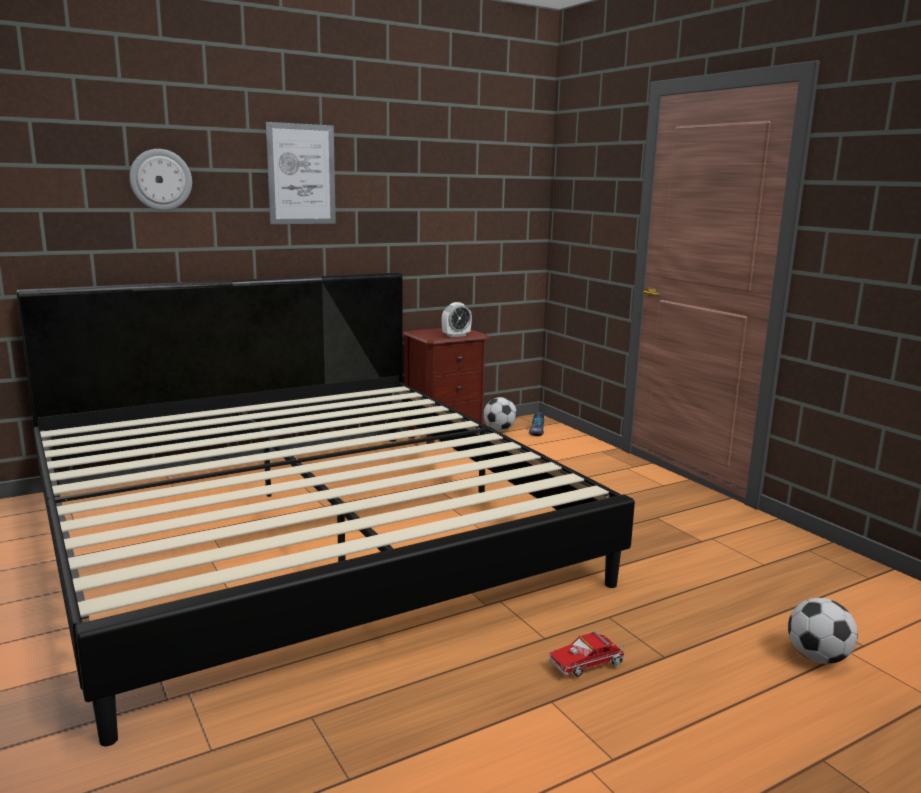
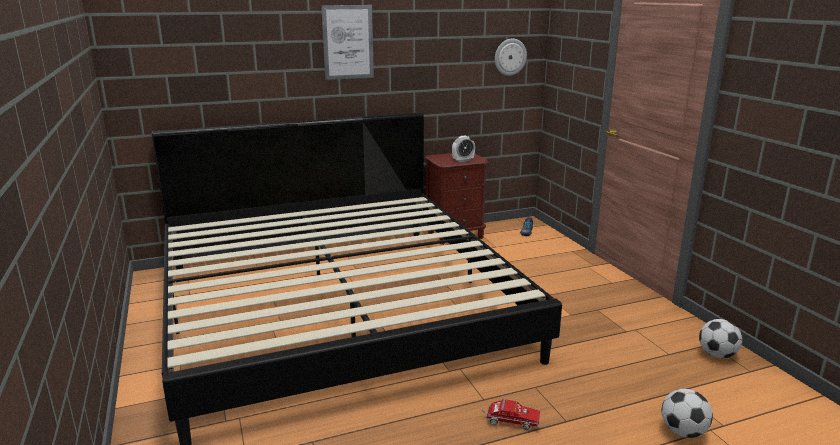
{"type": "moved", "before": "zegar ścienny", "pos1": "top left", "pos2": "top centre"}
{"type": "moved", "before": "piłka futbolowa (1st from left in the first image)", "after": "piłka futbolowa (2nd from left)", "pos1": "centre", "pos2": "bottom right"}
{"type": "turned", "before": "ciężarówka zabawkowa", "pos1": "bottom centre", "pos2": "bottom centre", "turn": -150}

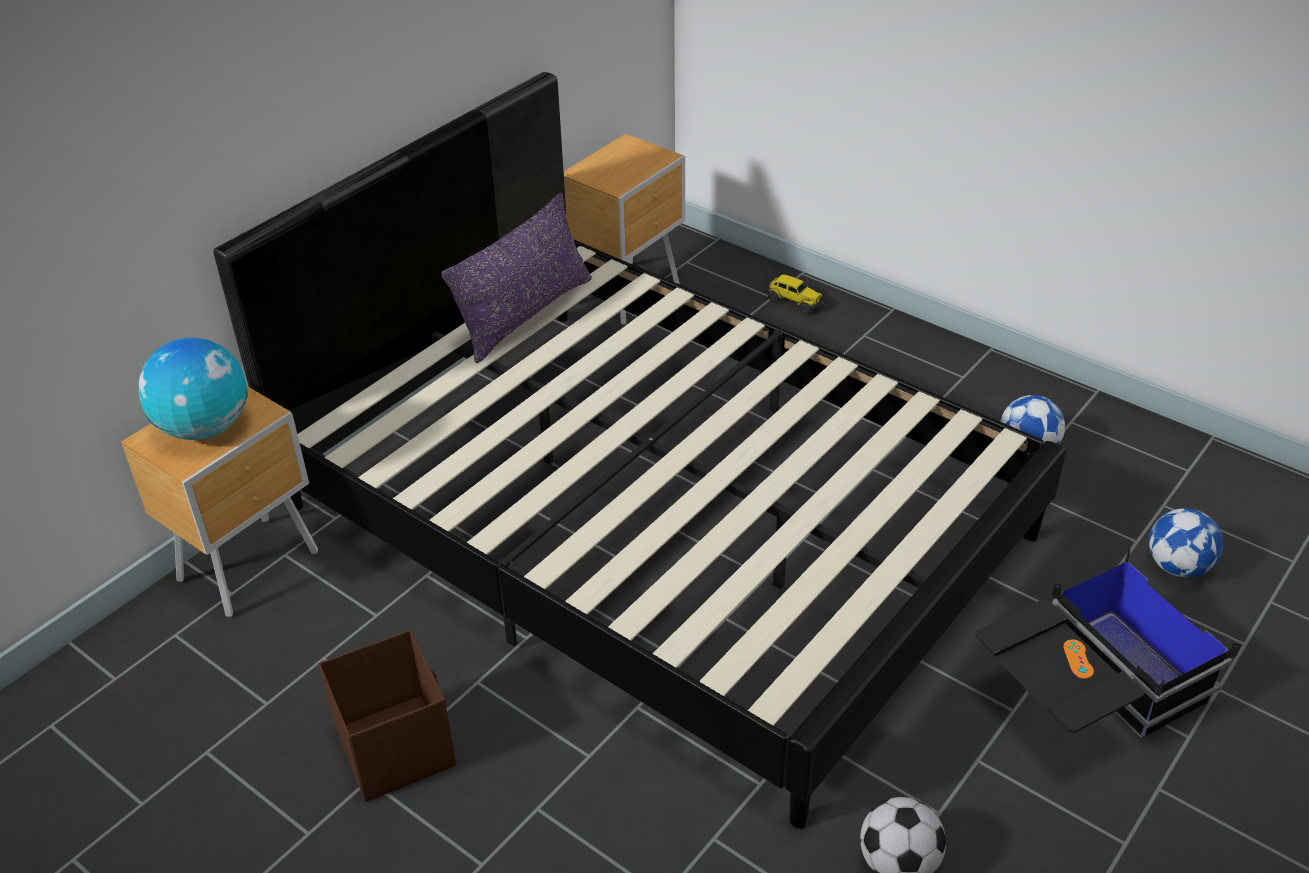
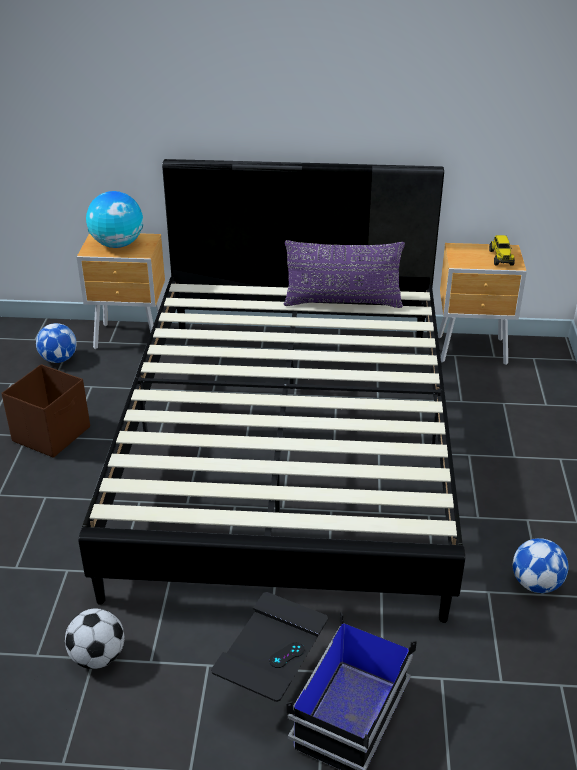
{"type": "moved", "before": "ciężarówka zabawkowa", "pos1": "centre", "pos2": "top right"}
{"type": "moved", "before": "piłka futbolowa (3rd from left in the first image)", "after": "piłka futbolowa (1st from left)", "pos1": "middle right", "pos2": "middle left"}
{"type": "recoloured", "before": "pad do gier (pomarańczowy)", "after": "pad do gier (czarny)", "pos1": "bottom right", "pos2": "bottom centre"}

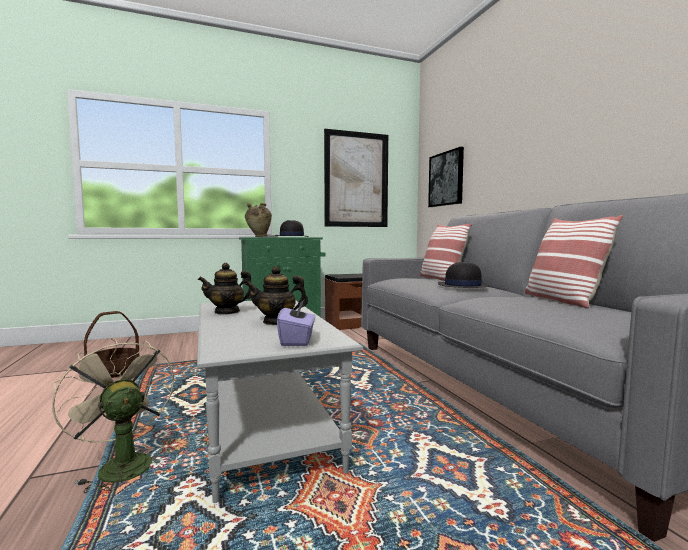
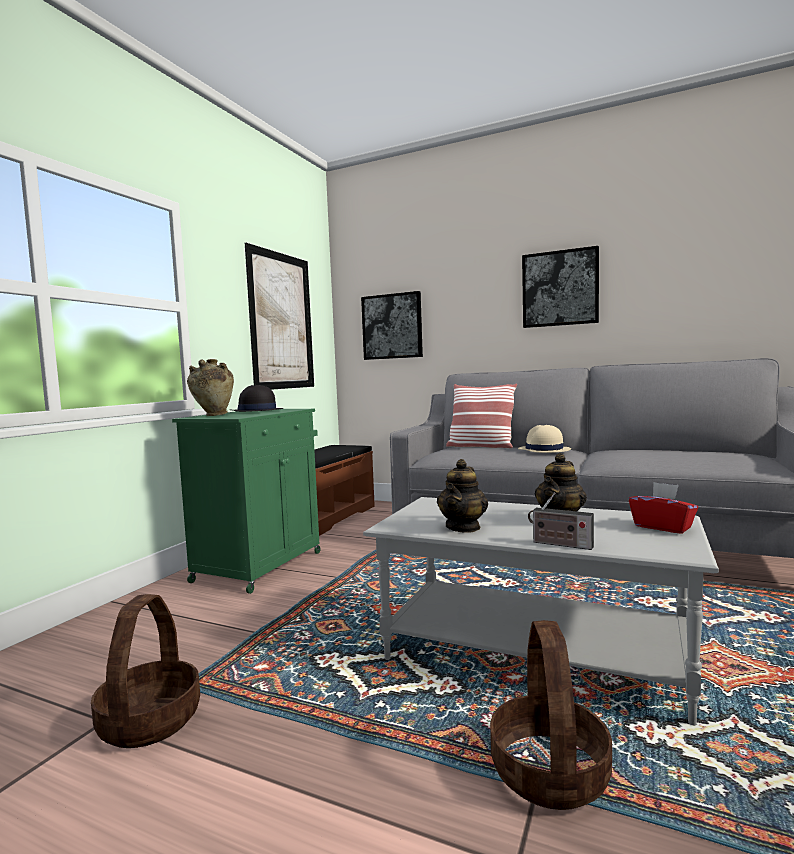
{"type": "removed", "before": "poduszka (2nd from left)", "pos1": "middle right"}
{"type": "added", "after": "obraz (3rd from left)", "pos2": "middle right"}
{"type": "added", "after": "radio", "pos2": "middle right"}
{"type": "replaced", "before": "wentylator (beżowy)", "after": "koszyk (2nd from left)", "pos1": "bottom left", "pos2": "bottom right"}
{"type": "recoloured", "before": "pudełko chusteczek (fioletowy)", "after": "pudełko chusteczek (czerwony)", "pos1": "centre", "pos2": "middle right"}
{"type": "recoloured", "before": "kapelusz (czarny) (2nd from left)", "after": "kapelusz (beżowy)", "pos1": "middle right", "pos2": "middle right"}

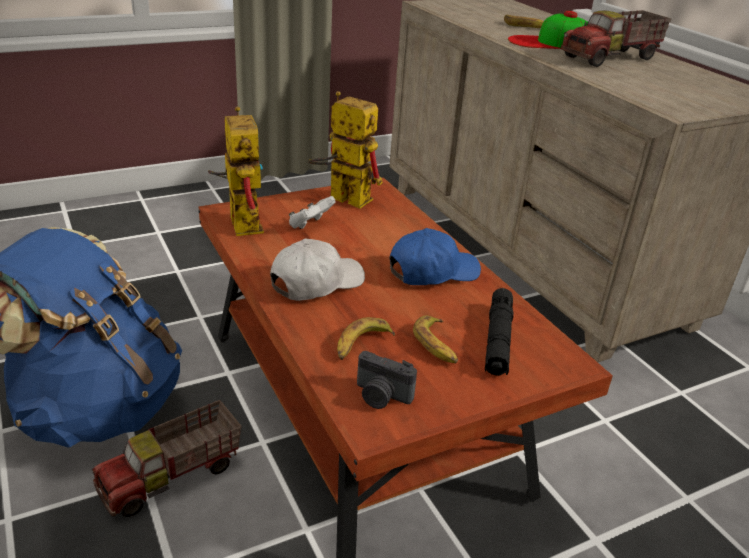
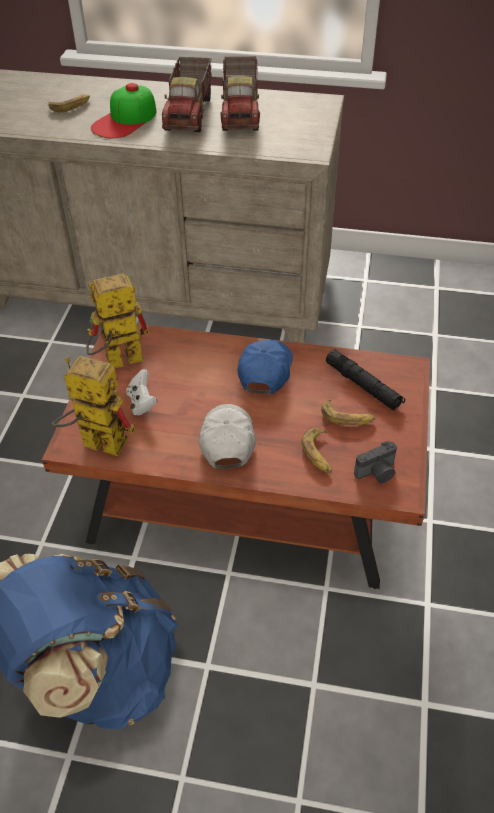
{"type": "moved", "before": "ciężarówka zabawkowa (1st from left in the first image)", "after": "ciężarówka zabawkowa (2nd from left)", "pos1": "bottom left", "pos2": "top centre"}

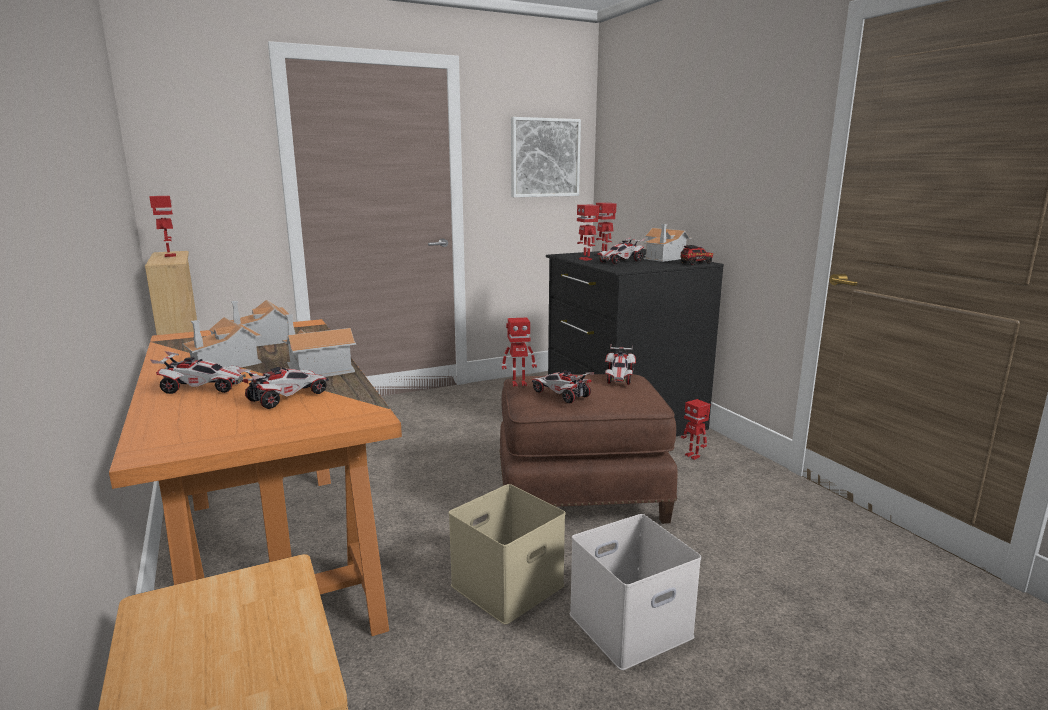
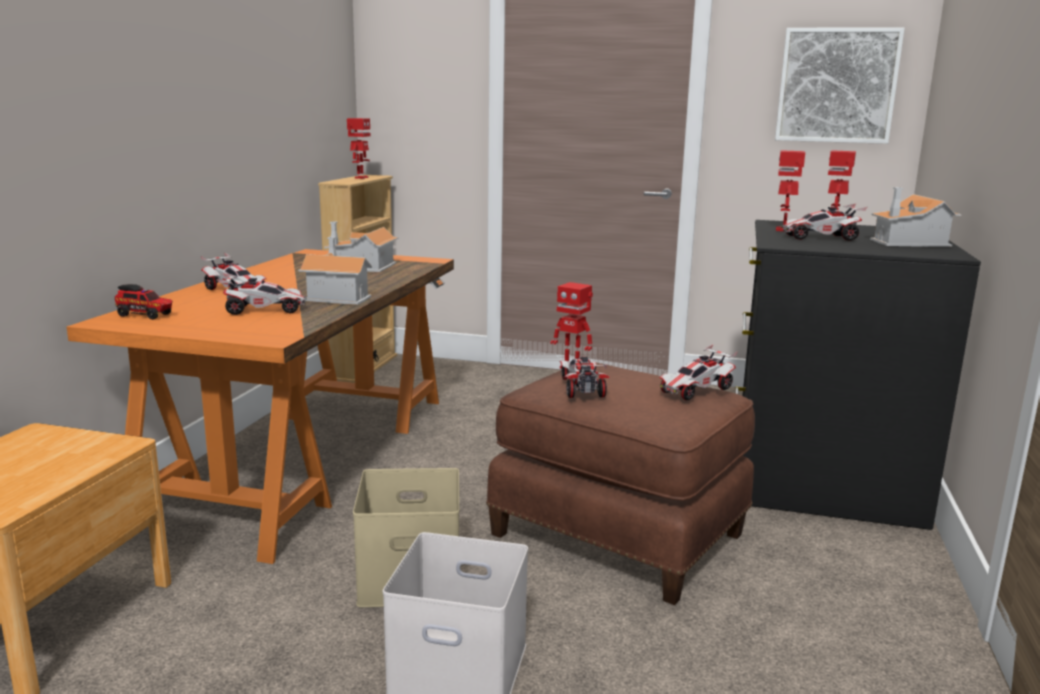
{"type": "removed", "before": "domek (1st from left)", "pos1": "middle left"}
{"type": "removed", "before": "robot zabawkowy (5th from left)", "pos1": "centre"}
{"type": "moved", "before": "ciężarówka zabawkowa", "pos1": "centre", "pos2": "middle left"}

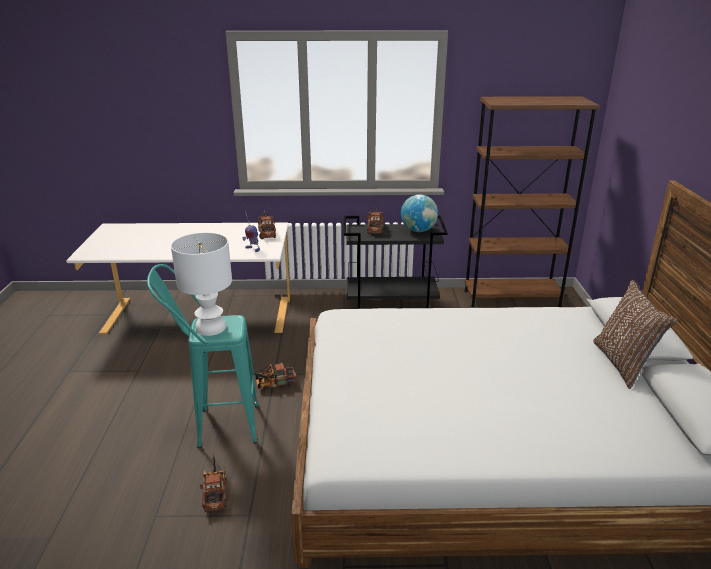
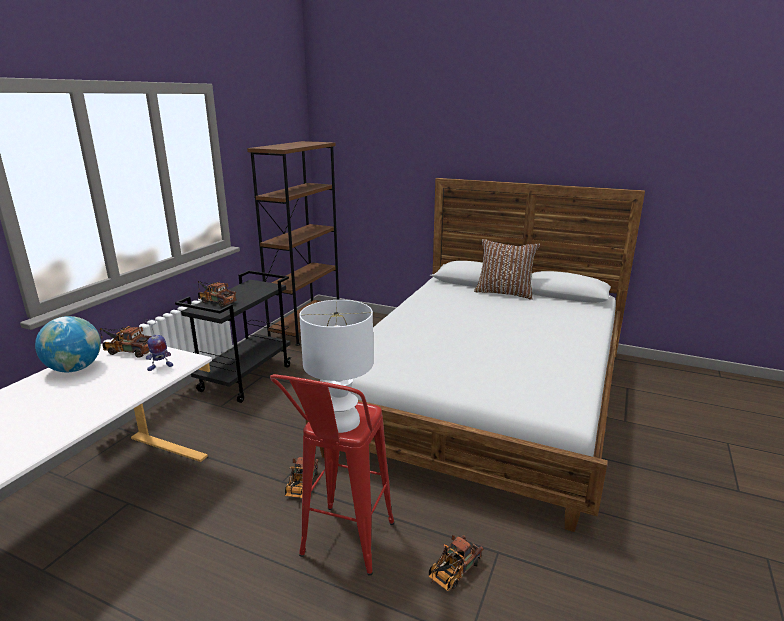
{"type": "moved", "before": "globus", "pos1": "centre", "pos2": "middle left"}
{"type": "recoloured", "before": "stołek (turkusowy)", "after": "stołek (czerwony)", "pos1": "middle left", "pos2": "bottom centre"}
{"type": "turned", "before": "ciężarówka zabawkowa (1st from left in the first image)", "pos1": "bottom left", "pos2": "bottom centre", "turn": -60}

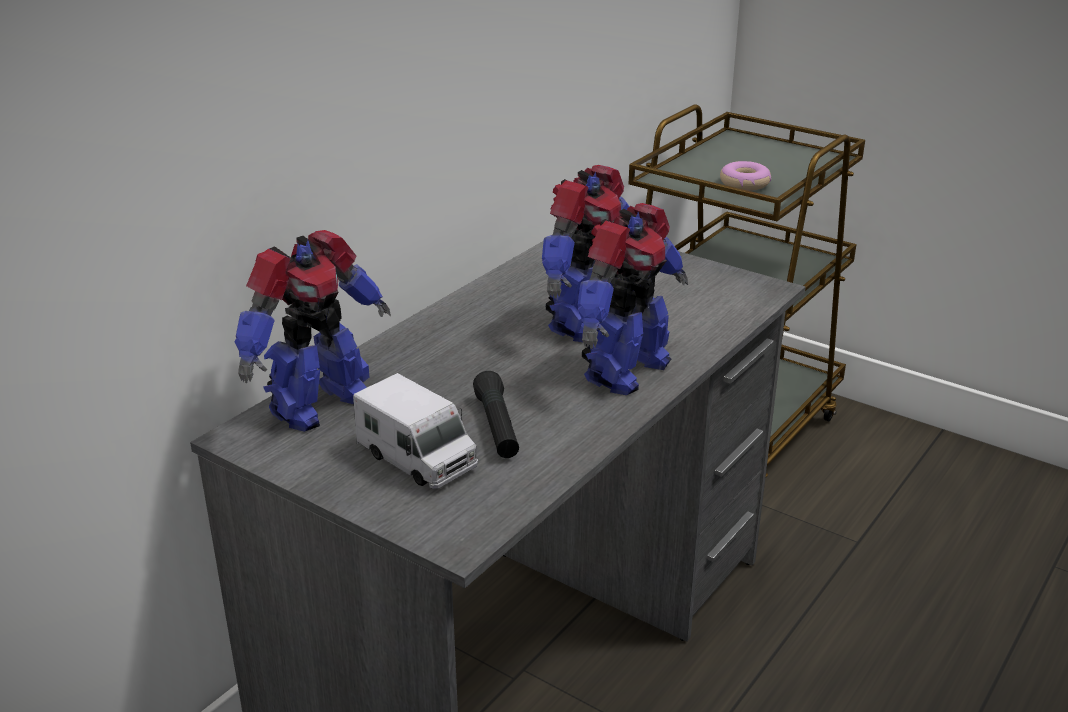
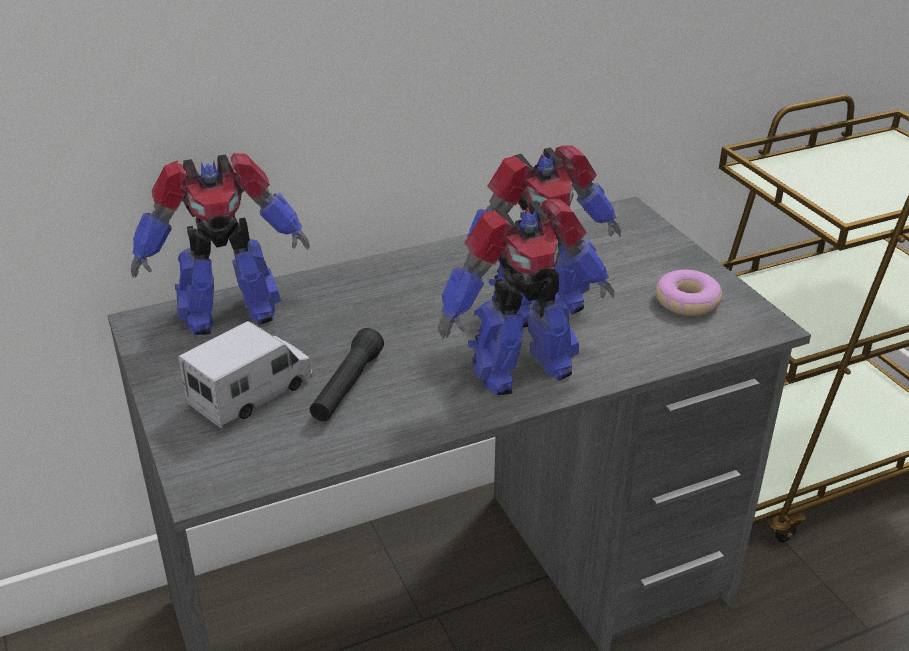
{"type": "moved", "before": "donut", "pos1": "top right", "pos2": "middle right"}
{"type": "turned", "before": "ciężarówka zabawkowa", "pos1": "centre", "pos2": "middle left", "turn": -120}

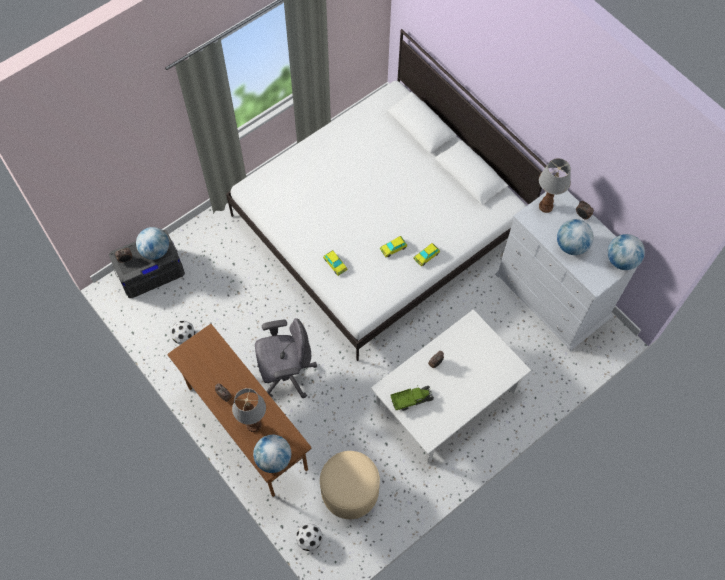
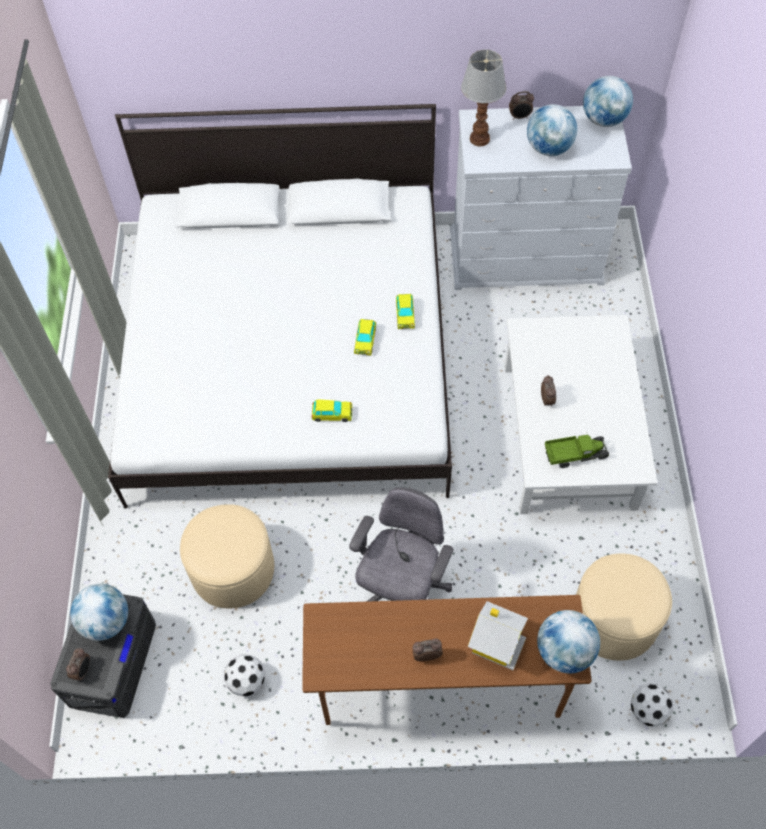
{"type": "added", "after": "pufa (beżowy) (1st from left)", "pos2": "bottom left"}
{"type": "replaced", "before": "lampa stołowa (1st from left)", "after": "domek", "pos1": "bottom centre", "pos2": "bottom centre"}
{"type": "turned", "before": "ciężarówka zabawkowa", "pos1": "bottom centre", "pos2": "middle right", "turn": 60}

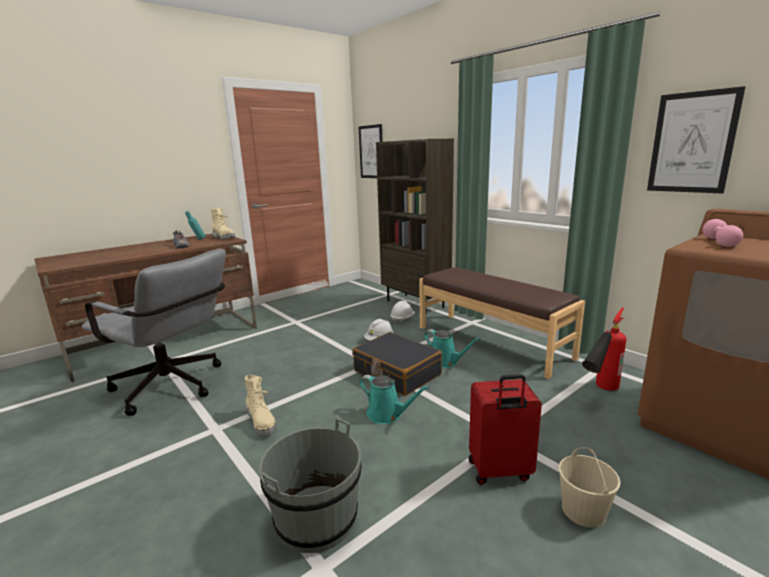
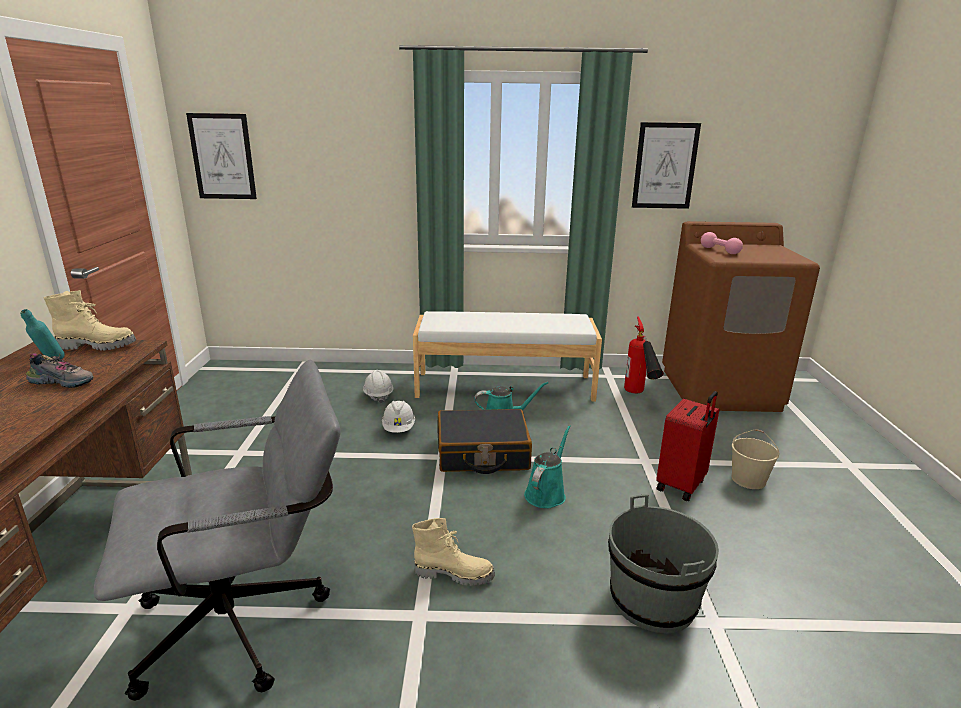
{"type": "removed", "before": "regał (brązowy)", "pos1": "centre"}
{"type": "recoloured", "before": "ławka (brązowy)", "after": "ławka (biały)", "pos1": "centre", "pos2": "centre"}
{"type": "turned", "before": "konewka (turkusowy) (1st from left in the first image)", "pos1": "bottom centre", "pos2": "centre", "turn": -45}

